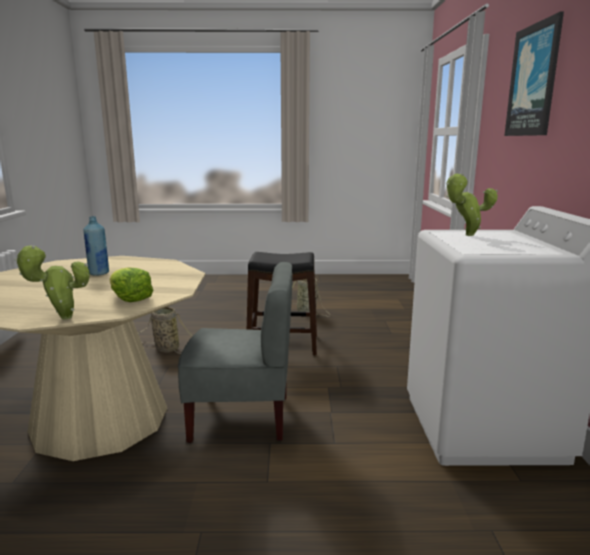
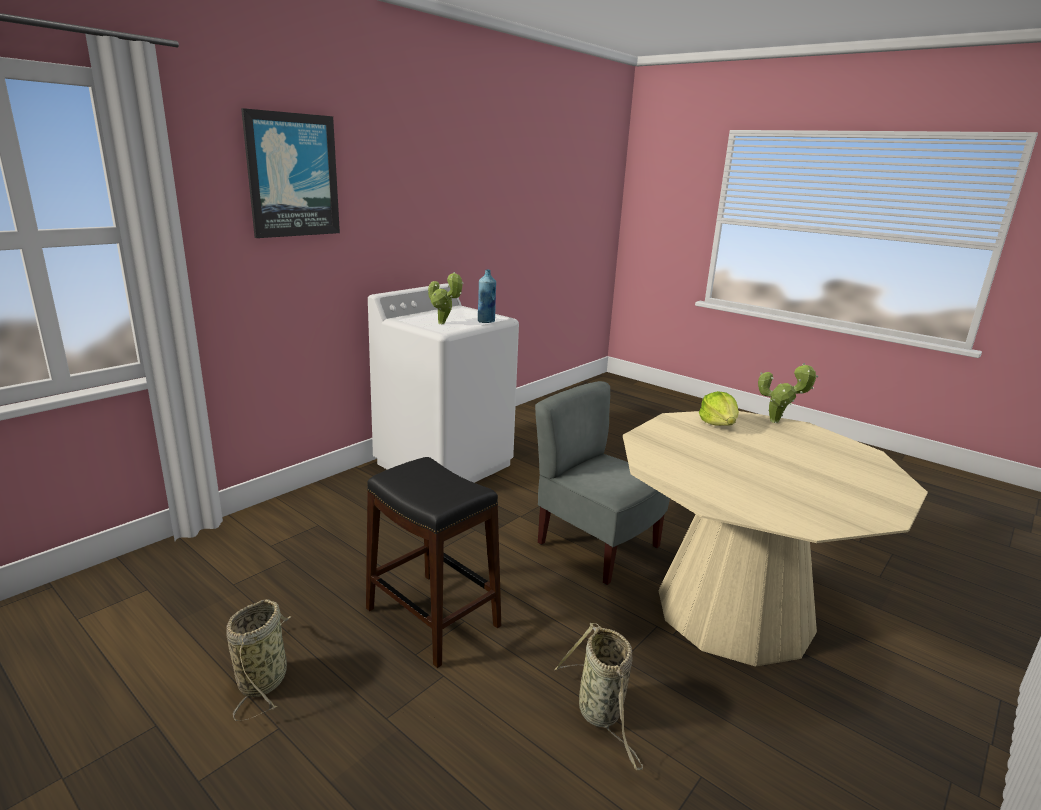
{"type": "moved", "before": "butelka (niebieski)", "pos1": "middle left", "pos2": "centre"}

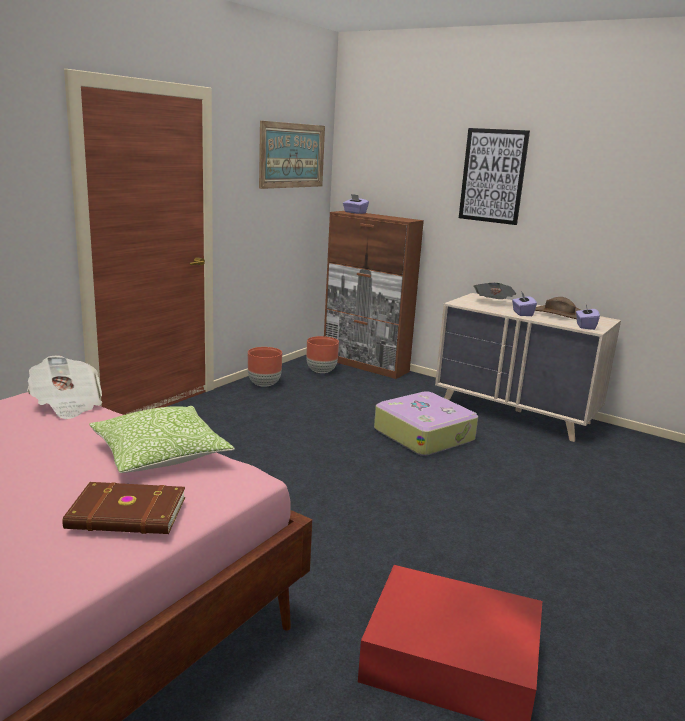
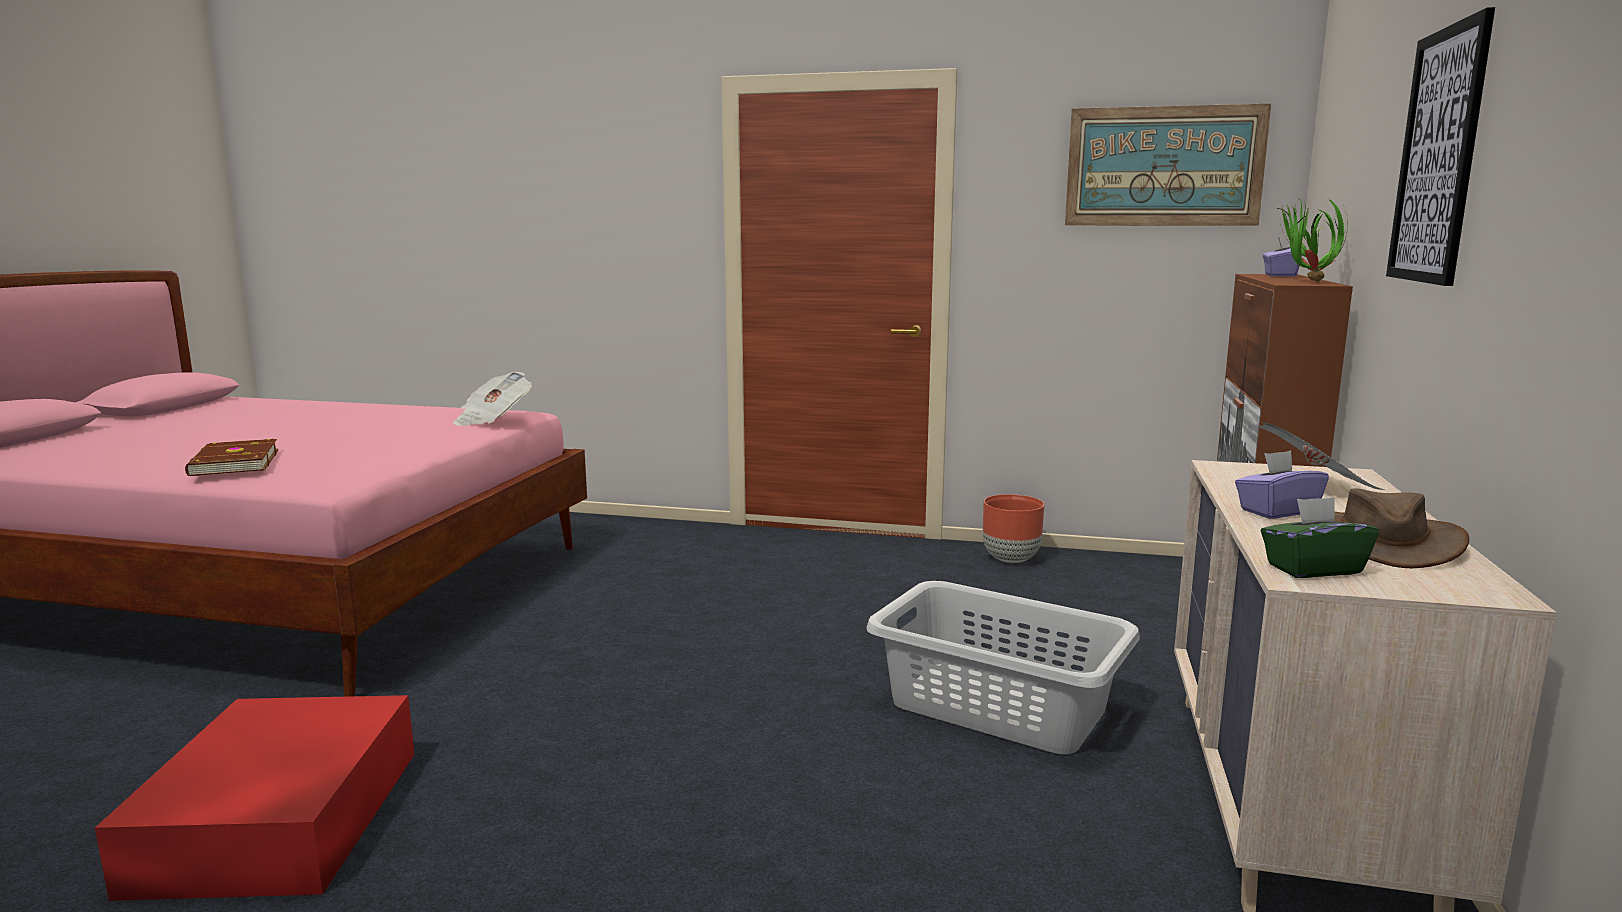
{"type": "removed", "before": "poduszka", "pos1": "middle left"}
{"type": "removed", "before": "donica (brązowy) (2nd from left)", "pos1": "centre"}
{"type": "added", "after": "roślina doniczkowa", "pos2": "top right"}
{"type": "replaced", "before": "walizka", "after": "kosz na pranie (szary)", "pos1": "centre", "pos2": "bottom centre"}
{"type": "recoloured", "before": "pudełko chusteczek (fioletowy) (3rd from left)", "after": "pudełko chusteczek (zielony)", "pos1": "middle right", "pos2": "middle right"}

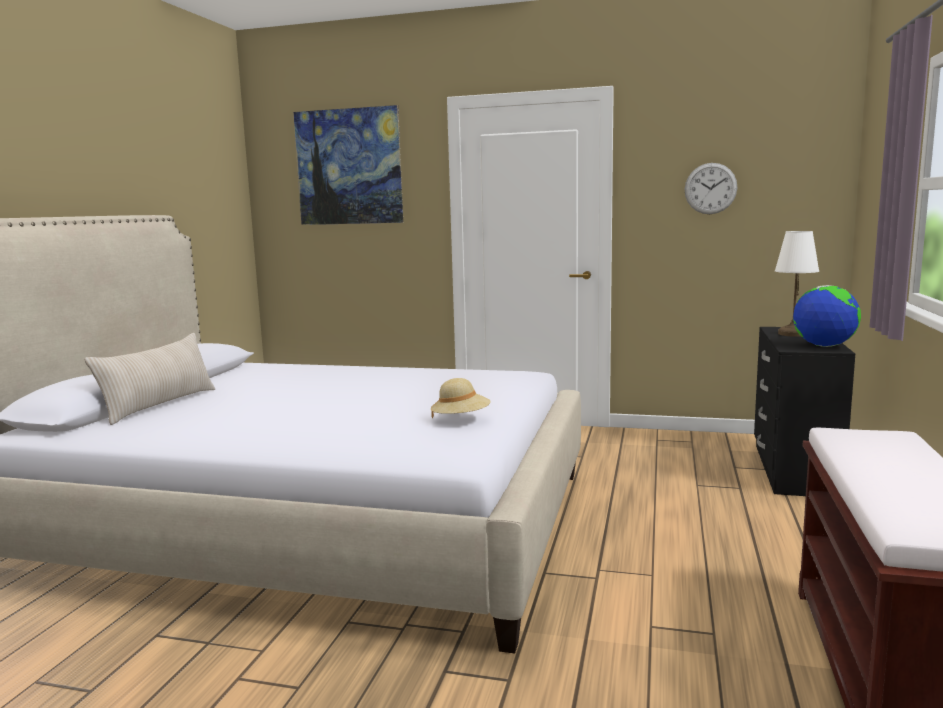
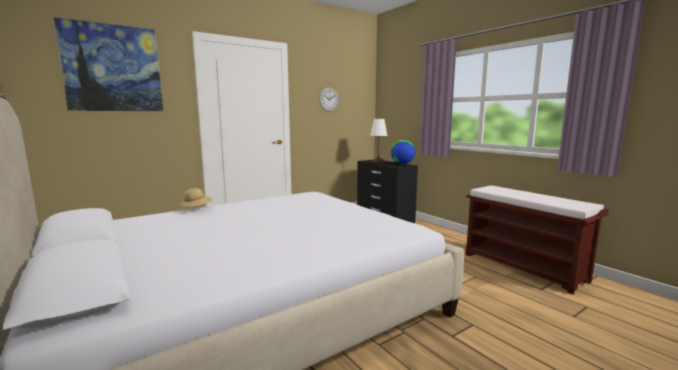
{"type": "removed", "before": "poduszka (beżowy)", "pos1": "middle left"}
{"type": "moved", "before": "kapelusz (beżowy)", "pos1": "centre", "pos2": "middle left"}

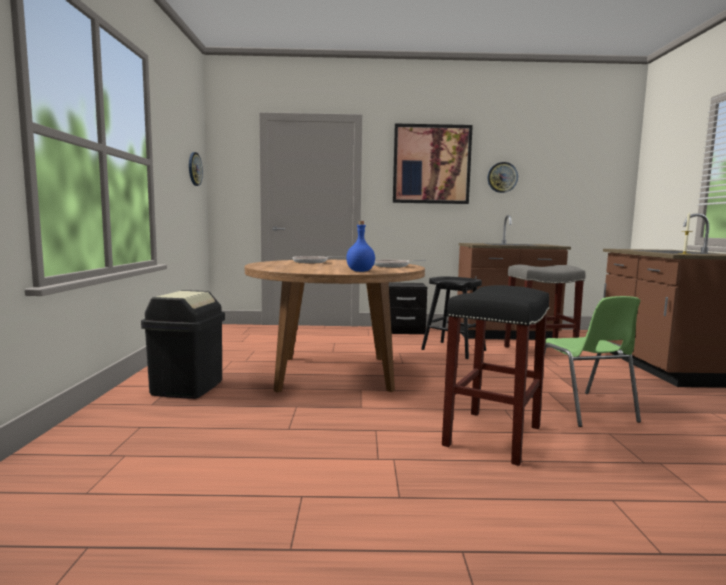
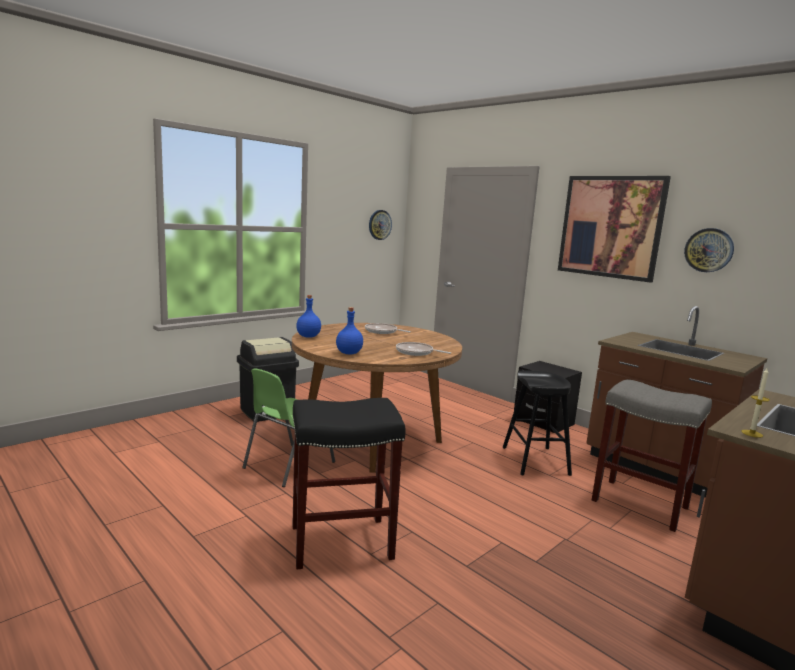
{"type": "added", "after": "butelka (niebieski) (1st from left)", "pos2": "centre"}
{"type": "moved", "before": "krzesło (zielony)", "pos1": "middle right", "pos2": "centre"}

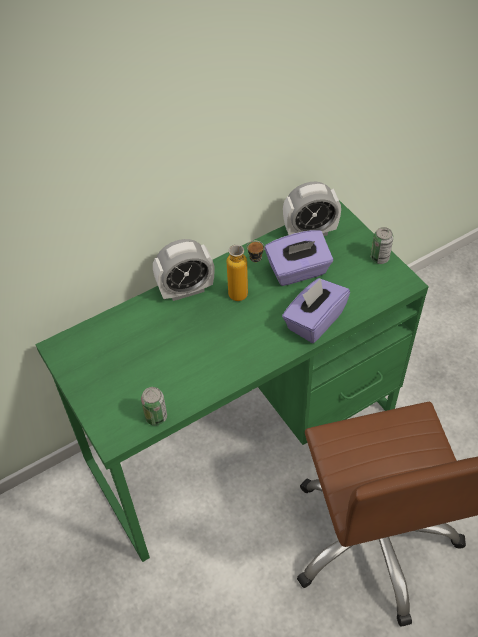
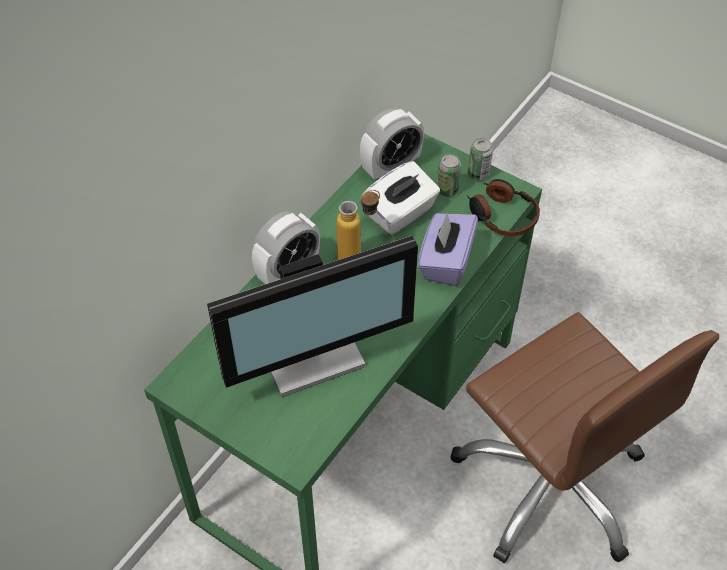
{"type": "added", "after": "monitor", "pos2": "centre"}
{"type": "added", "after": "słuchawki", "pos2": "middle right"}
{"type": "moved", "before": "puszka (1st from left)", "pos1": "middle left", "pos2": "top centre"}
{"type": "recoloured", "before": "pudełko chusteczek (fioletowy) (1st from left)", "after": "pudełko chusteczek (biały)", "pos1": "centre", "pos2": "centre"}

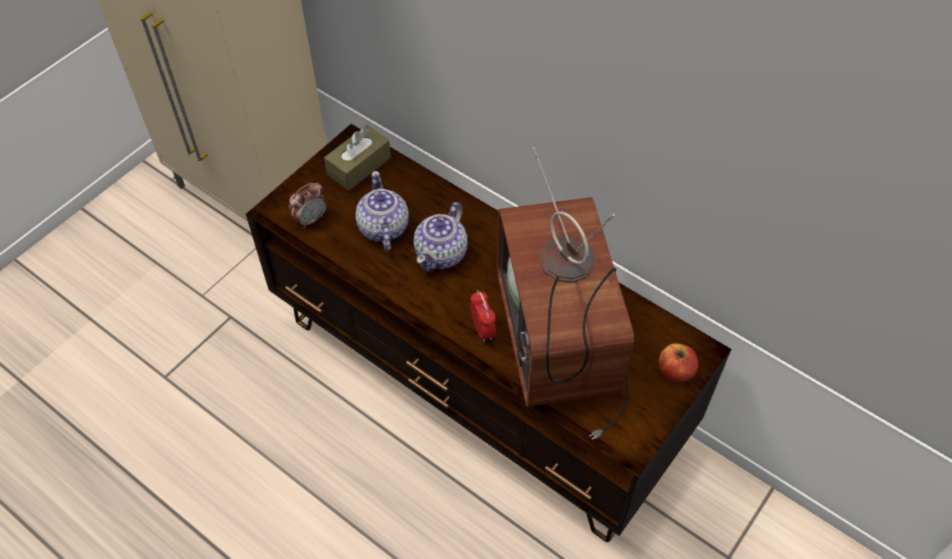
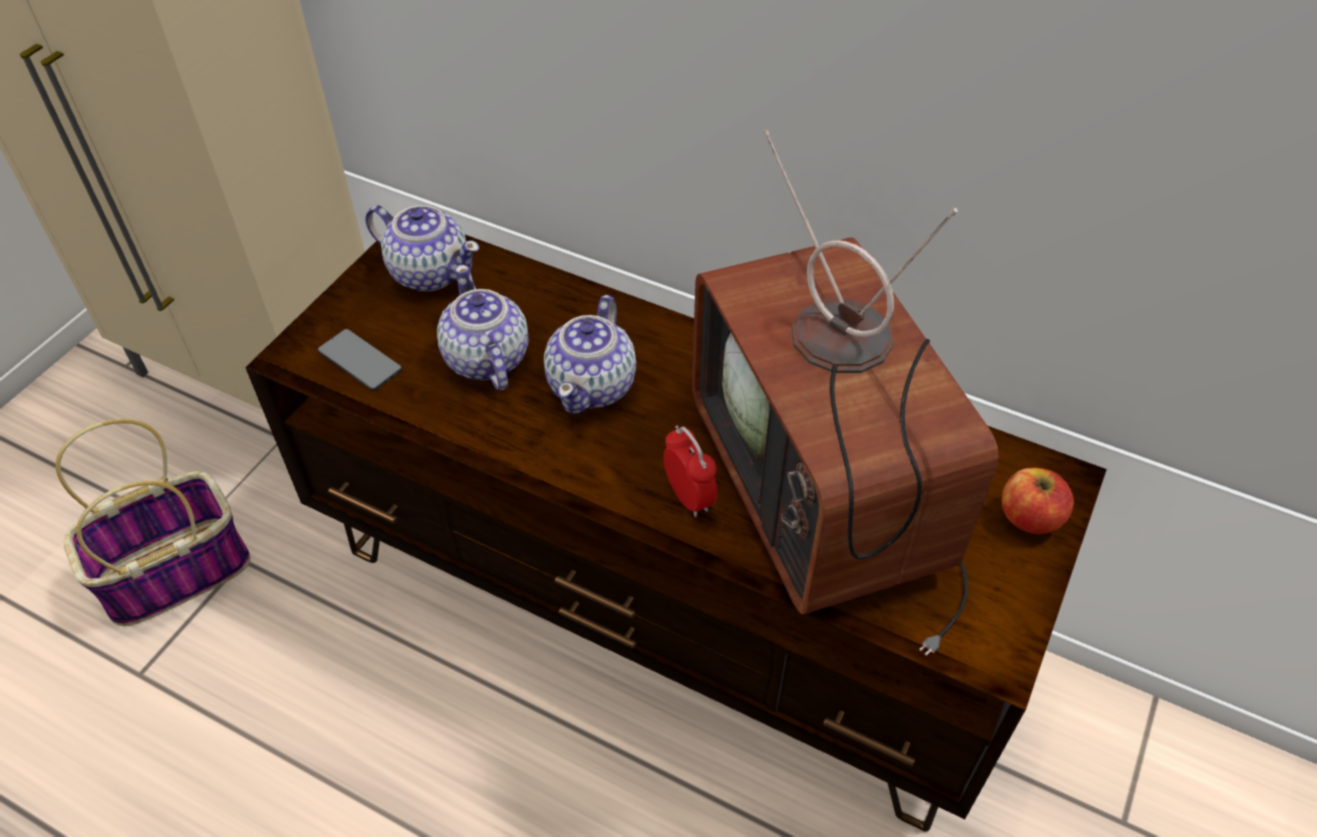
{"type": "added", "after": "koszyk", "pos2": "middle left"}
{"type": "replaced", "before": "budzik (1st from left)", "after": "telefon", "pos1": "middle left", "pos2": "middle left"}
{"type": "replaced", "before": "pudełko chusteczek (brązowy)", "after": "imbryk (1st from left)", "pos1": "top centre", "pos2": "top left"}

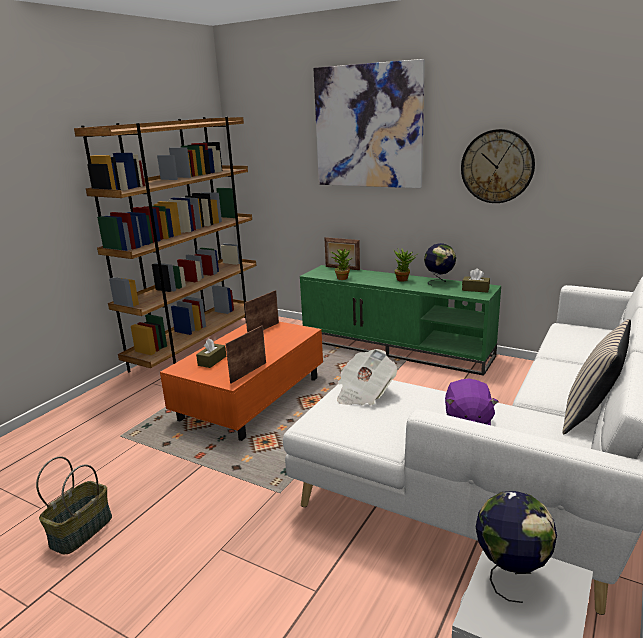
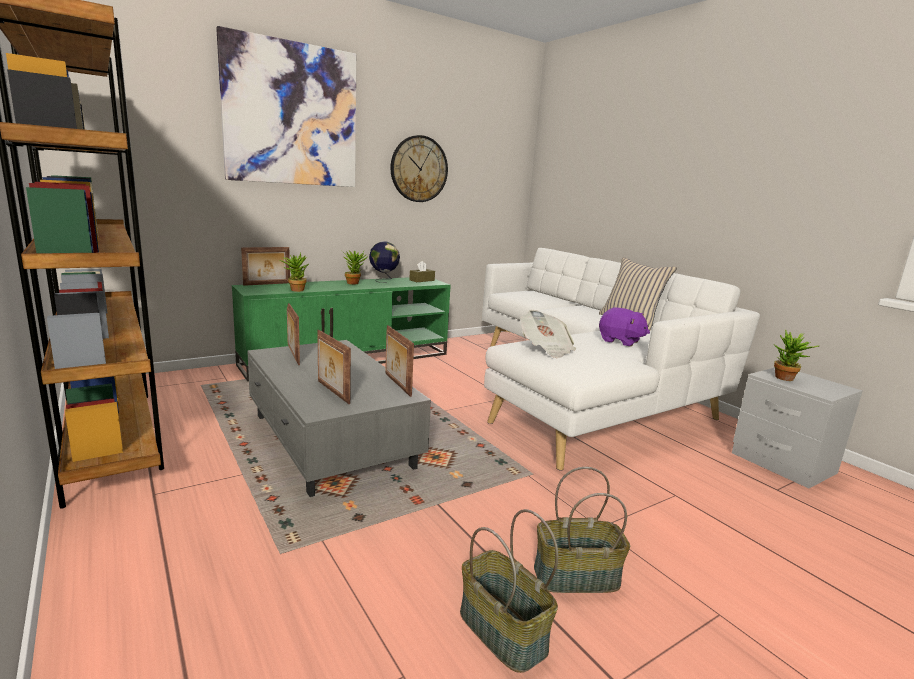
{"type": "added", "after": "koszyk (2nd from left)", "pos2": "bottom centre"}
{"type": "replaced", "before": "pudełko chusteczek (brązowy) (1st from left)", "after": "ramka na zdjęcie (3rd from left)", "pos1": "middle left", "pos2": "centre"}
{"type": "replaced", "before": "globus (2nd from left)", "after": "roślina doniczkowa (3rd from left)", "pos1": "bottom right", "pos2": "middle right"}
{"type": "recoloured", "before": "ława (pomarańczowy)", "after": "ława (szary)", "pos1": "centre", "pos2": "centre"}

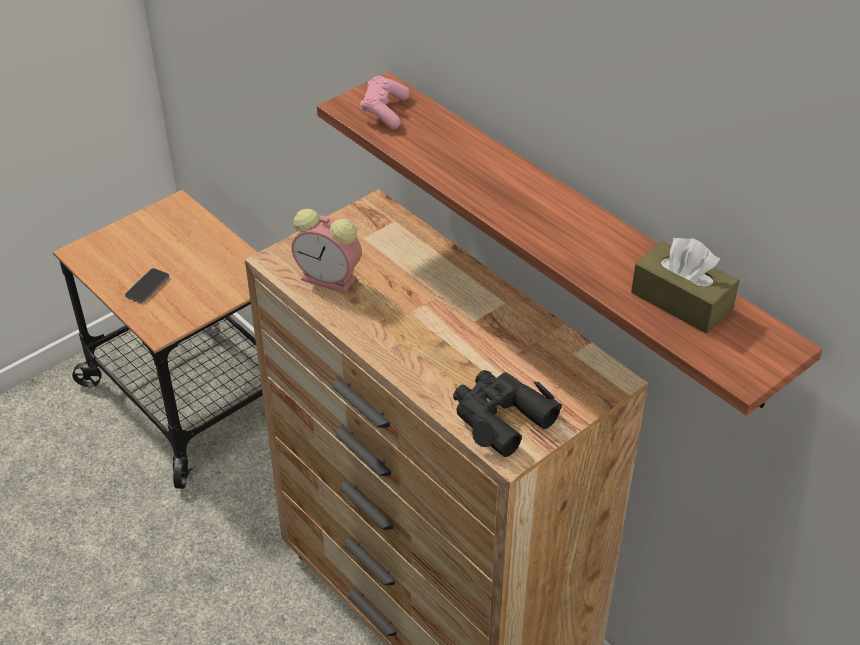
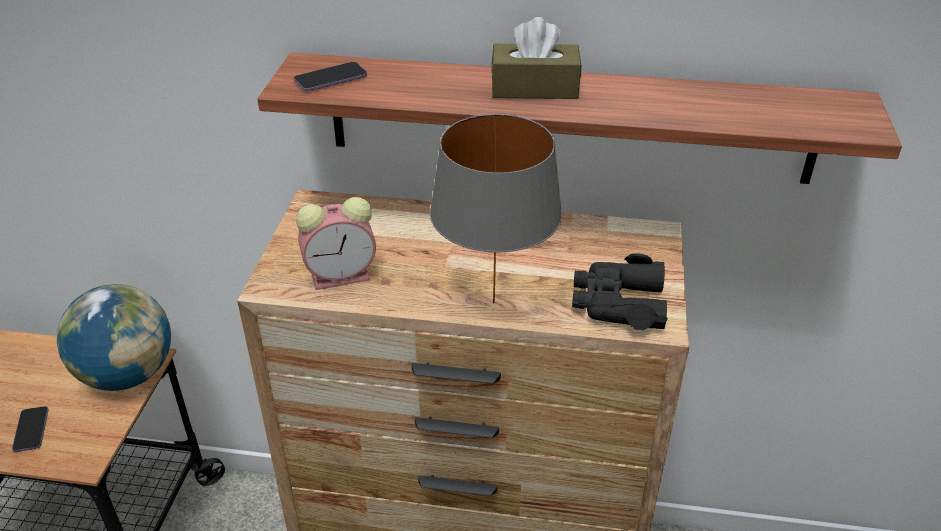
{"type": "added", "after": "globus", "pos2": "middle left"}
{"type": "added", "after": "lampa stołowa (szary)", "pos2": "centre"}
{"type": "moved", "before": "pudełko chusteczek (brązowy)", "pos1": "middle right", "pos2": "top centre"}
{"type": "replaced", "before": "pad do gier (różowy)", "after": "telefon (2nd from left)", "pos1": "top centre", "pos2": "top centre"}

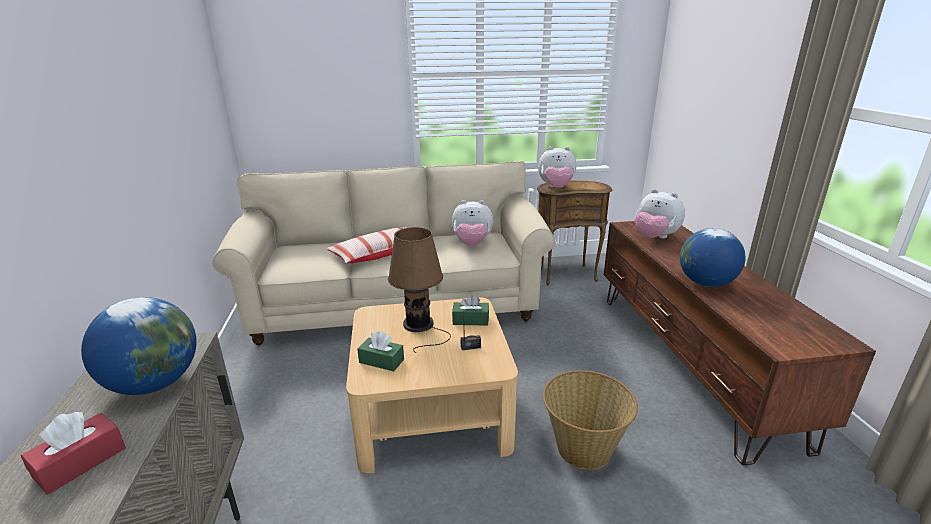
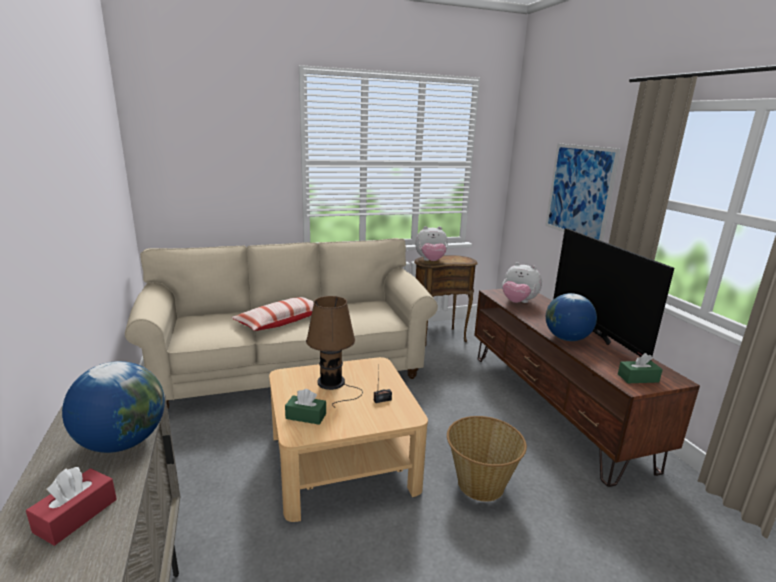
{"type": "removed", "before": "pluszak (1st from left)", "pos1": "centre"}
{"type": "added", "after": "obraz", "pos2": "top right"}
{"type": "added", "after": "telewizor", "pos2": "middle right"}
{"type": "moved", "before": "pudełko chusteczek (zielony) (2nd from left)", "pos1": "centre", "pos2": "middle right"}

